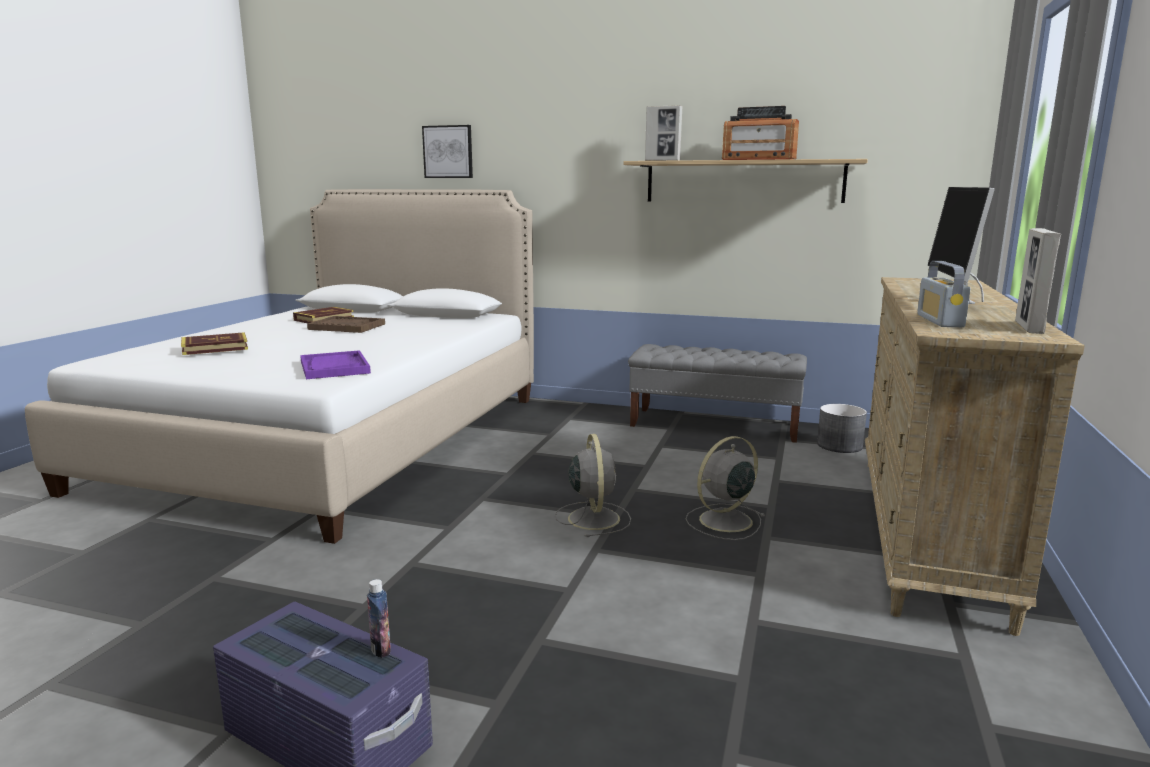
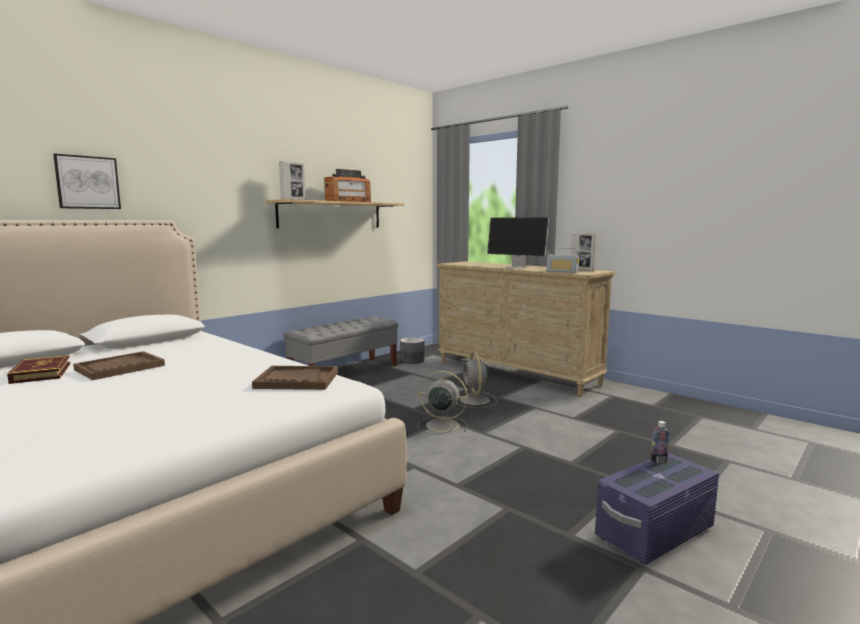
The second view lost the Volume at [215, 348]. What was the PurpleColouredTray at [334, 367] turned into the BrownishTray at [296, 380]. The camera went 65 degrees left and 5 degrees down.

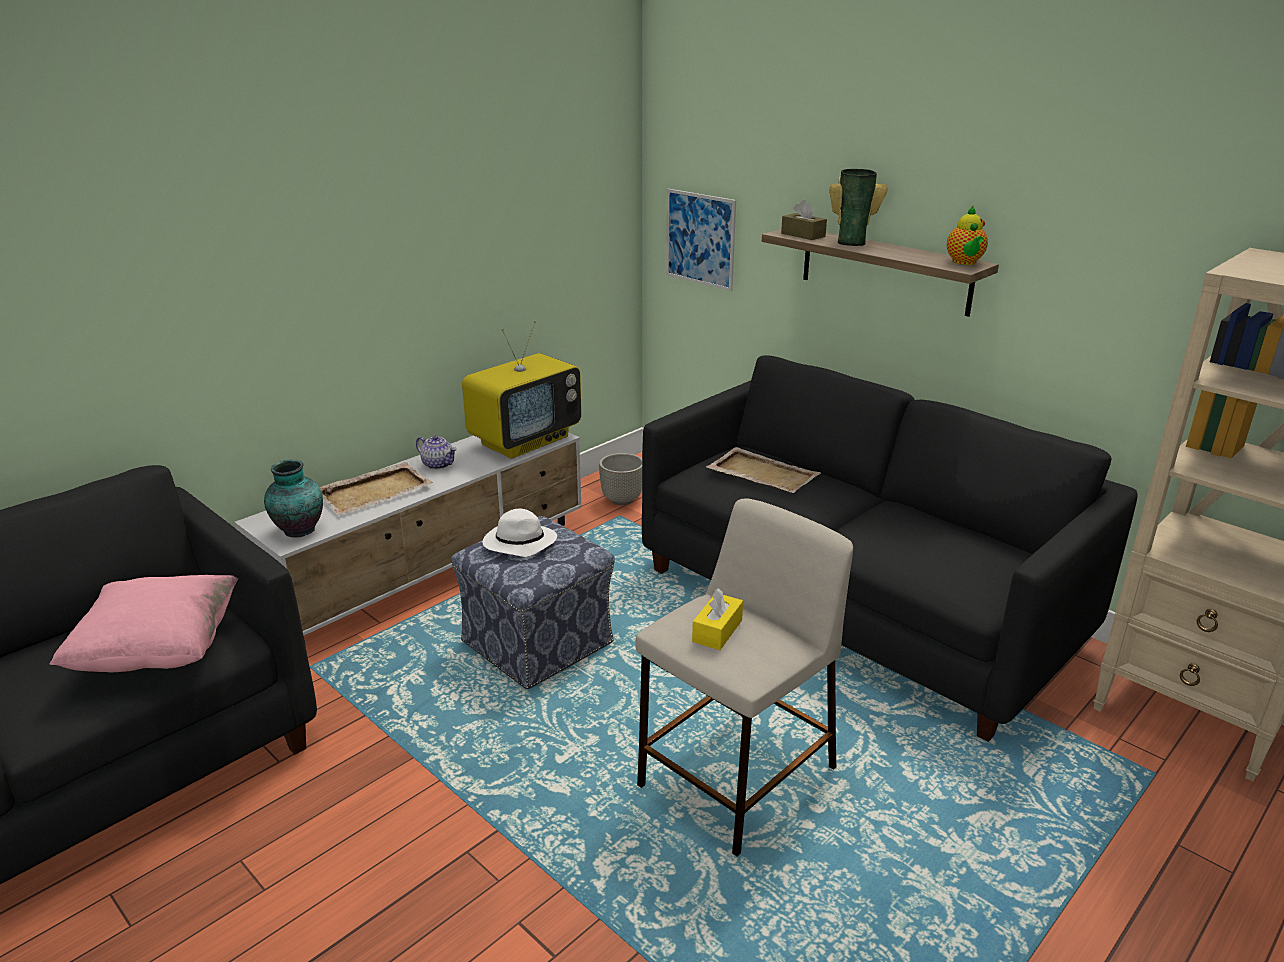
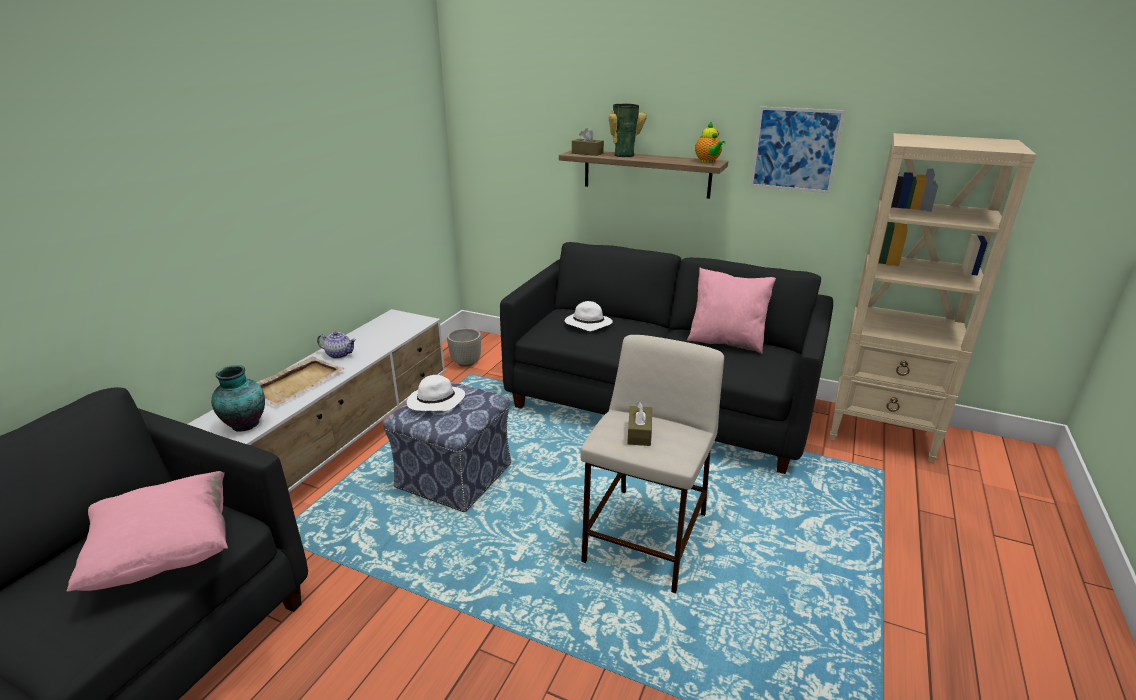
The second view lost the Tv at [525, 440]. The Picture ended up elsewhere, having gone from [700, 239] to [795, 150]. What was the YellowishTissueHolder at [717, 631] turned into the BrownishTissueHolder at [639, 433]. Where the BeigeTray stood at [762, 474], the WhiteHat came to stand at [587, 324]. The second view gained the PinkColouredThrowPillow at [726, 342]. The camera went 20 degrees left and 0 degrees up.

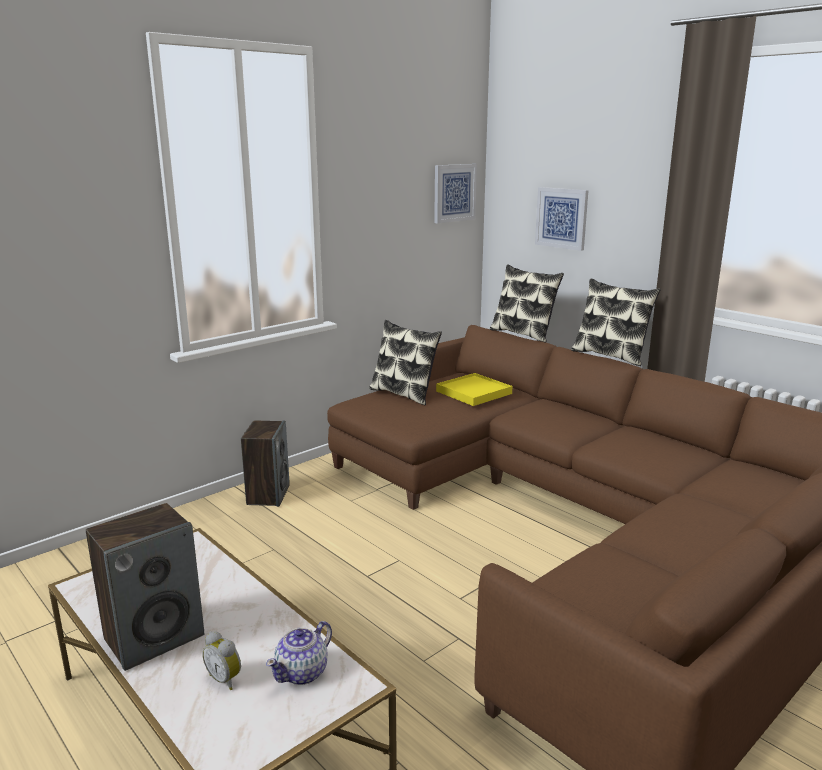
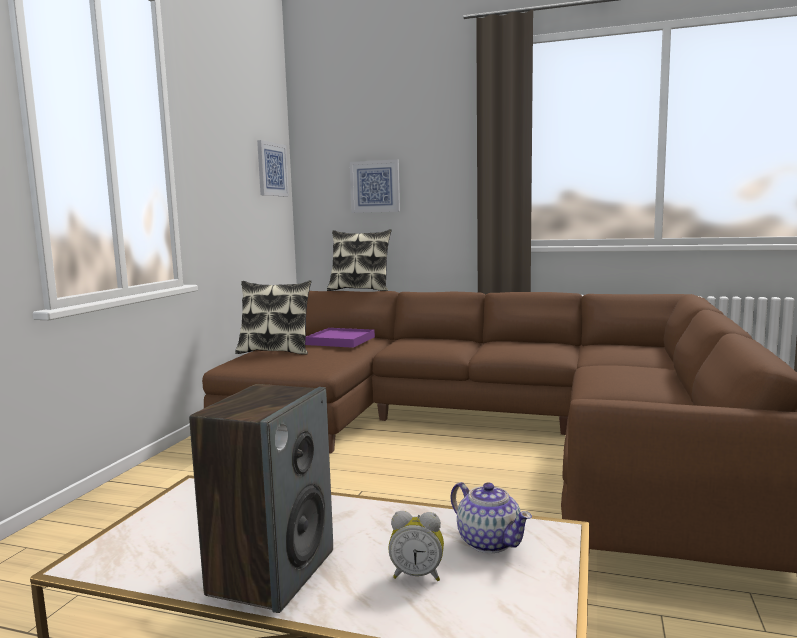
The second view lost the Speaker at [268, 495]. The Teapot at [302, 672] ended up facing another way, 45 degrees counterclockwise from before. What was the YellowishTray at [473, 392] turned into the PurpleColouredTray at [340, 341]. The second view lost the ThrowPillow at [610, 355]. The camera went 30 degrees left and 10 degrees down.

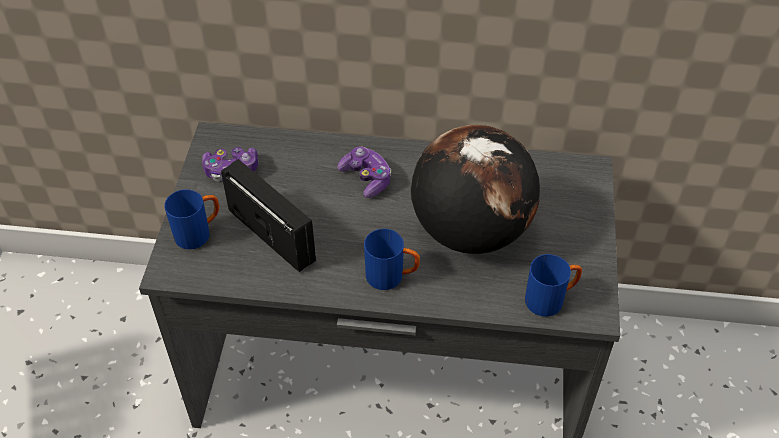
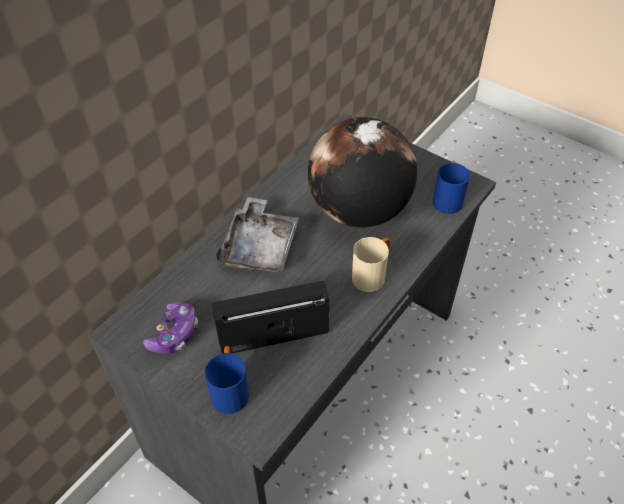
Where the GameController stood at [366, 178], the GrayTray came to stand at [260, 246]. What was the BluishTeaMug at [392, 277] turned into the BeigeTeaMug at [372, 275]. The camera went 60 degrees left and 0 degrees up.

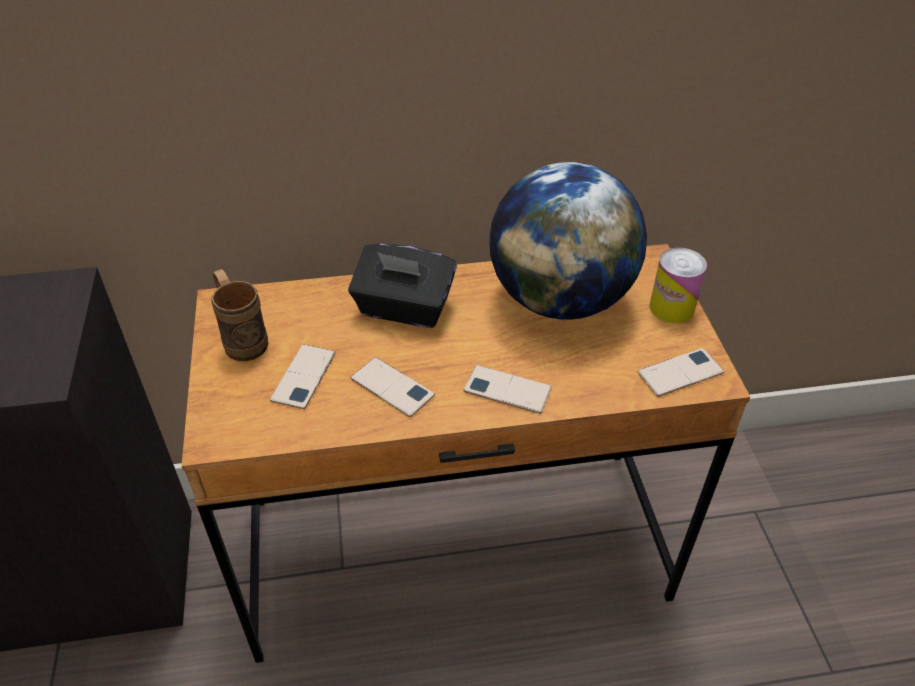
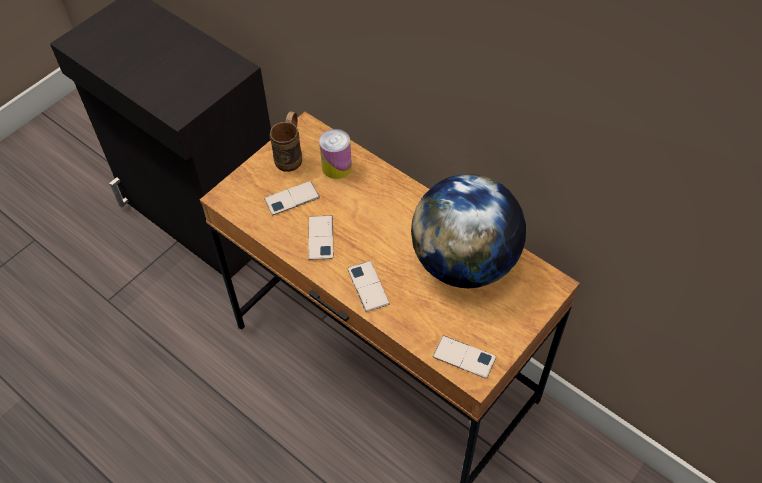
The second view lost the BlackTissueHolder at [404, 308]. The SealedCan ended up elsewhere, having gone from [671, 308] to [336, 167]. The camera went 50 degrees right and 10 degrees up.

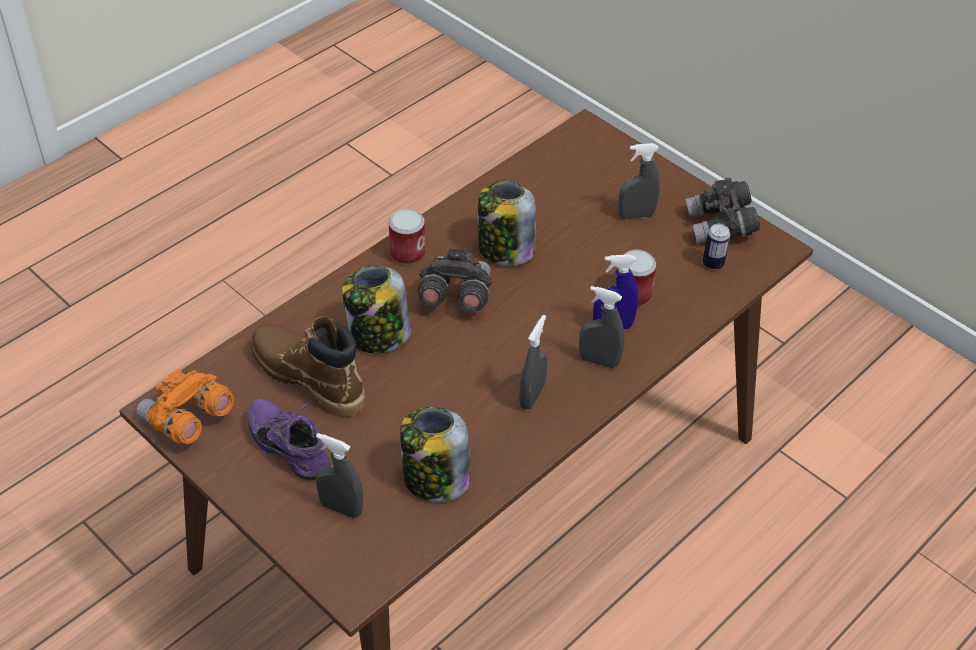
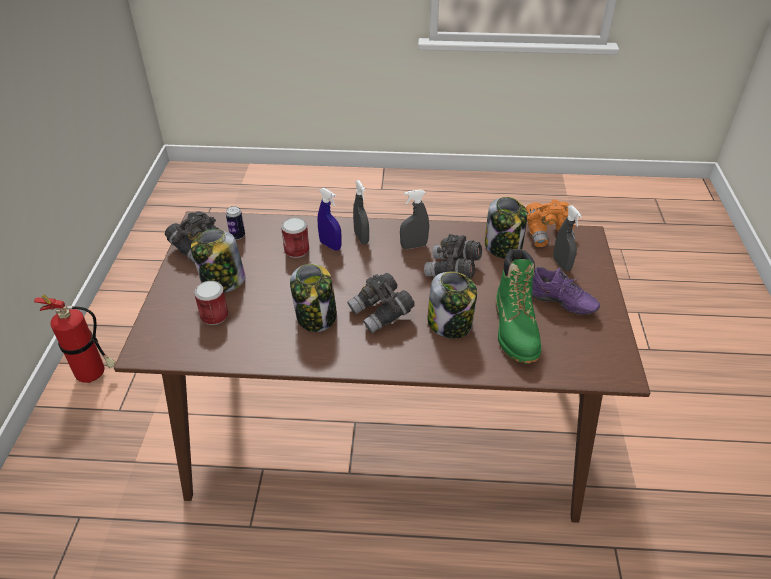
The OrangeyFieldGlasses ended up elsewhere, having gone from [187, 420] to [549, 234]. The PurpleColouredShoe at [292, 446] ended up facing another way, 60 degrees counterclockwise from before. What was the BrownishHighTopBoot at [308, 377] turned into the GreenHighTopBoot at [515, 330]. The SealedCan ended up elsewhere, having gone from [407, 253] to [214, 316]. Where the GrayHandSprayer stood at [636, 215], the PreserveJar came to stand at [222, 282]. The second view gained the FireExtinguisher at [95, 375]. The second view gained the GrayFieldGlasses at [452, 271]. The camera went 130 degrees left and 5 degrees down.

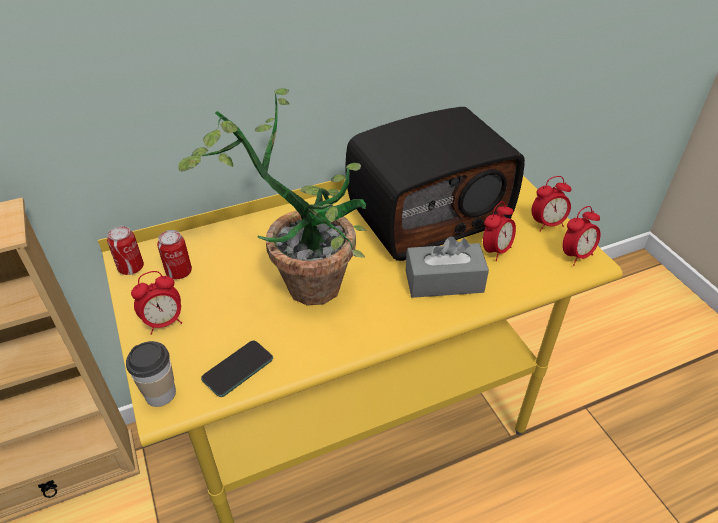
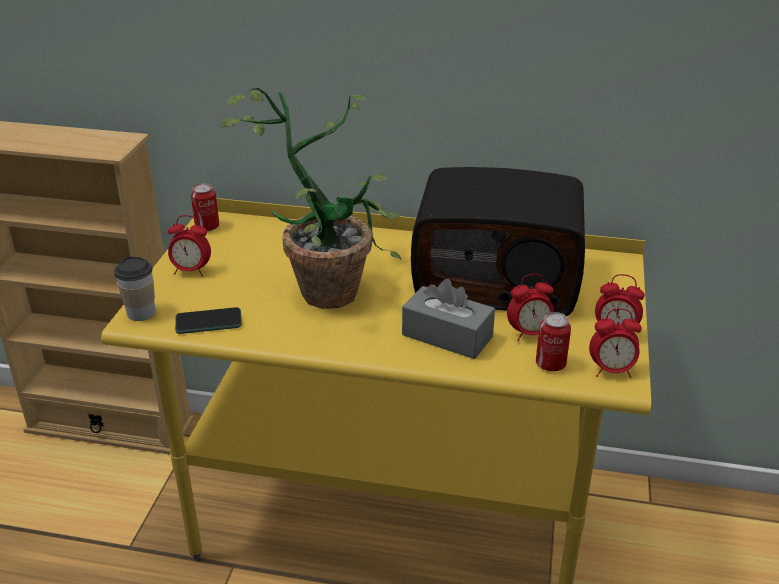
The SealedCan ended up elsewhere, having gone from [179, 272] to [550, 364]. The camera went 35 degrees right and 10 degrees down.

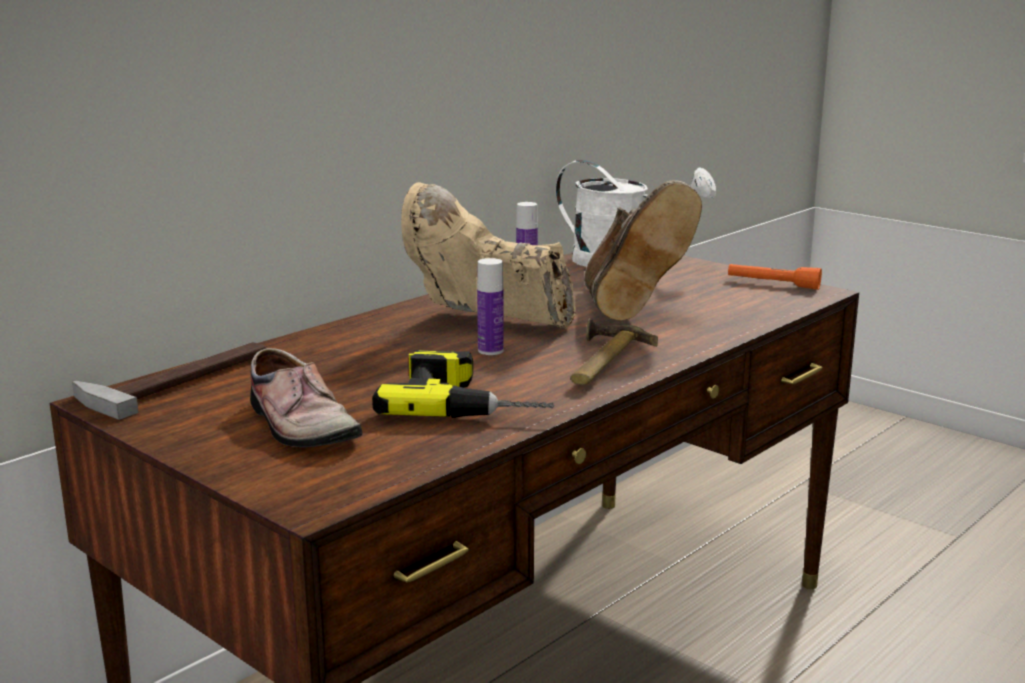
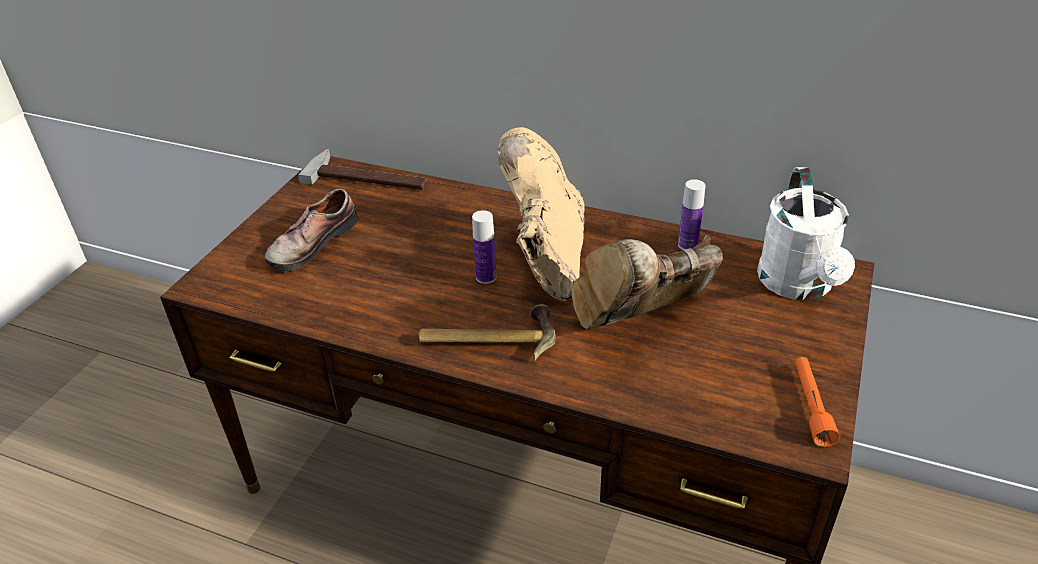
The second view lost the ElectricDrill at [470, 401]. The camera went 70 degrees right and 20 degrees up.

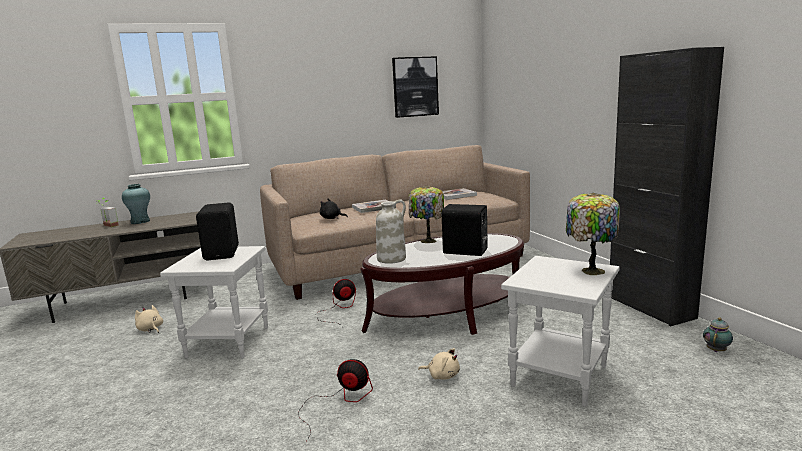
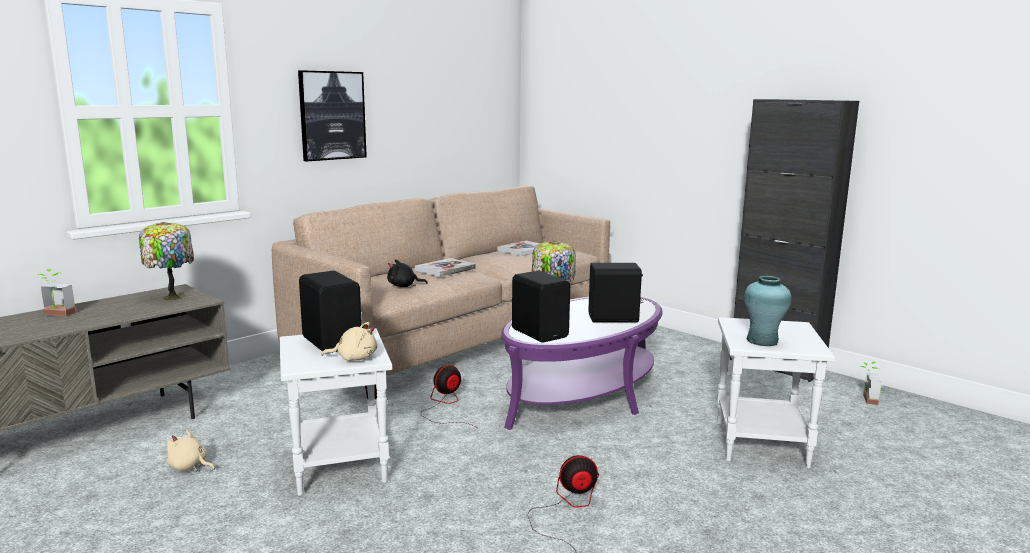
The TurquoiseDecorativeVase ended up elsewhere, having gone from [140, 221] to [762, 341]. What was the BrownishLowTable at [447, 312] turned into the PurpleColouredLowTable at [583, 394]. Where the WhiteDecorativeVase stood at [392, 259], the BlackSpeaker came to stand at [540, 333]. The Picture ended up elsewhere, having gone from [415, 87] to [332, 115]. The BeigePlushToy ended up elsewhere, having gone from [442, 375] to [354, 358]. The TabletopLamp ended up elsewhere, having gone from [591, 270] to [172, 297]. Where the Teapot stood at [716, 350], the PlantInAPot came to stand at [865, 399]. The camera went 25 degrees left and 0 degrees up.

